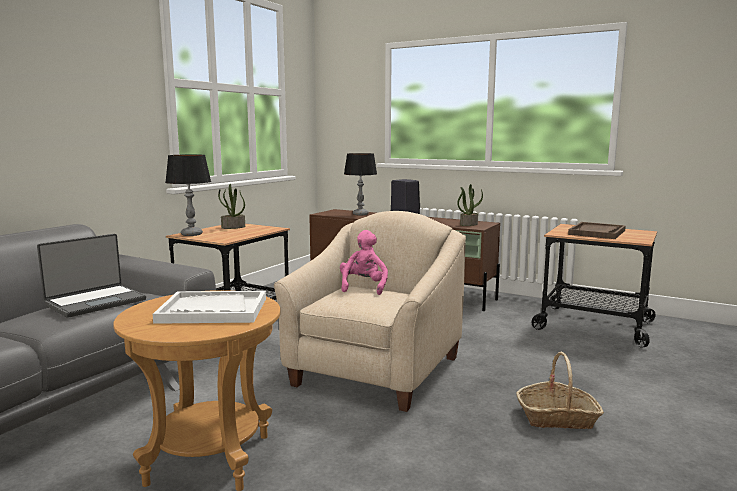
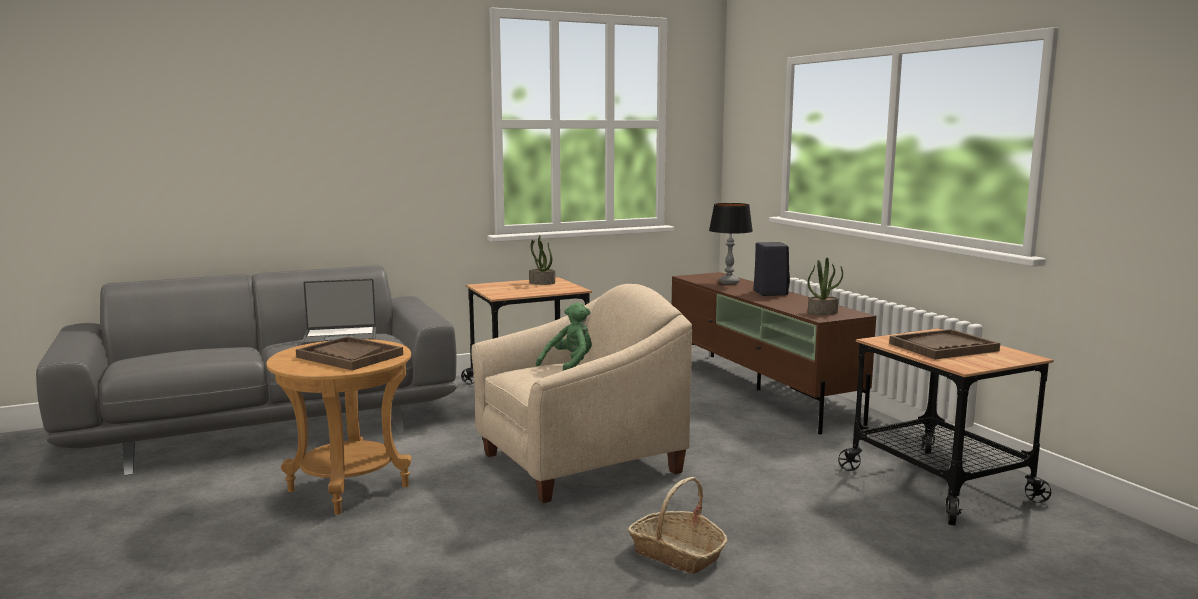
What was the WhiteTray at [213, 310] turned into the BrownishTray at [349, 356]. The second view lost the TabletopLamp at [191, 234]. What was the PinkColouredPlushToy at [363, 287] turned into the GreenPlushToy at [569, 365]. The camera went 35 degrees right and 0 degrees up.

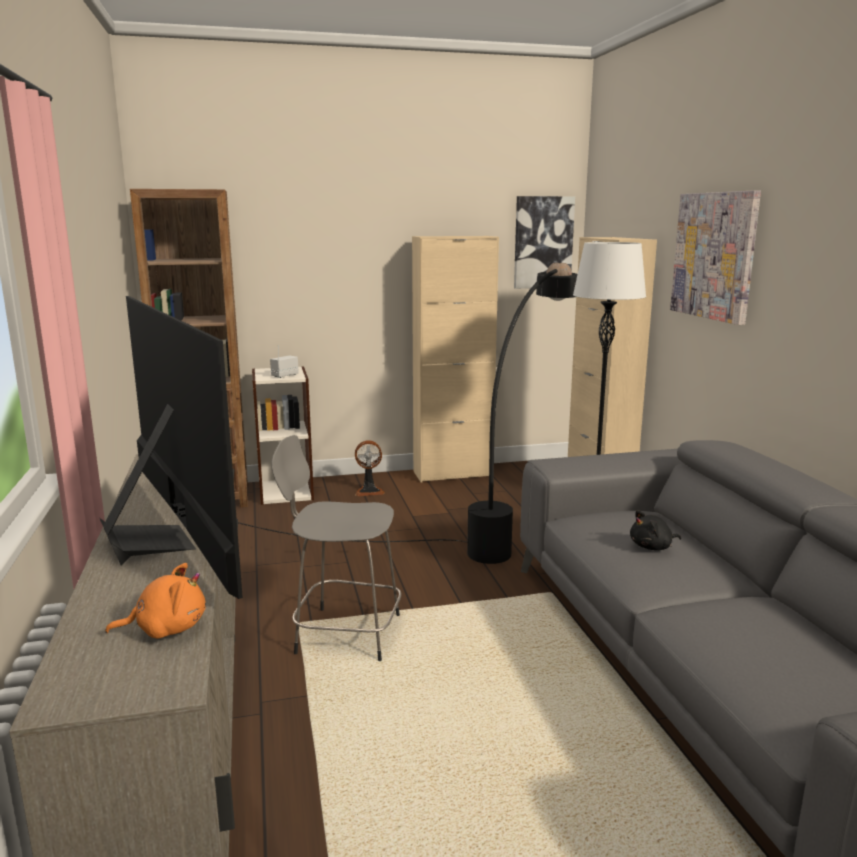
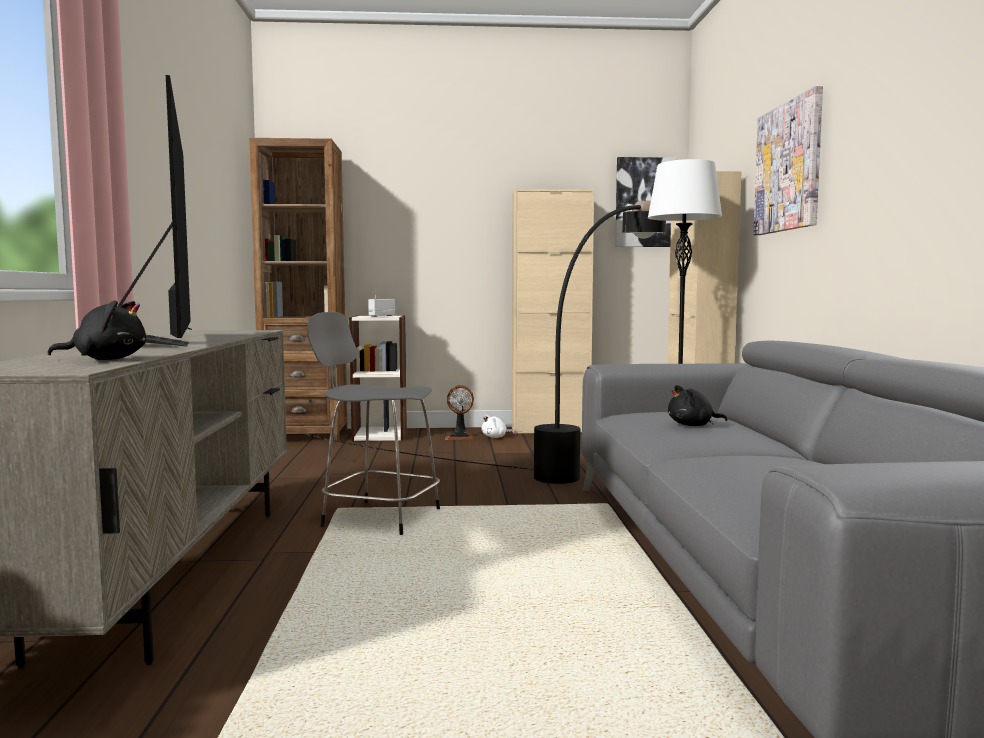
What was the OrangeyPlushToy at [166, 629] turned into the BlackPlushToy at [106, 359]. The second view gained the WhitePlushToy at [495, 437]. The camera went 10 degrees right and 10 degrees down.

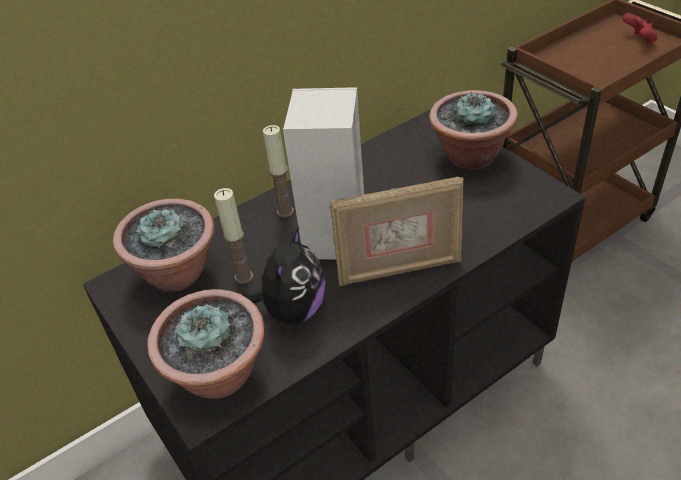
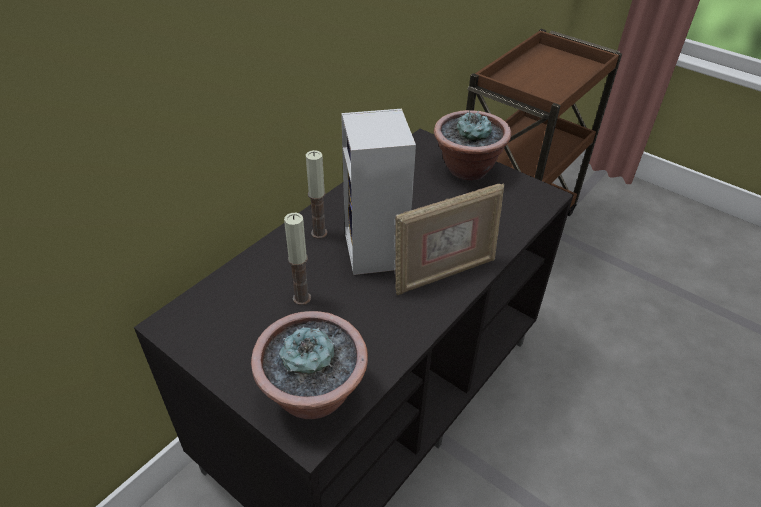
The second view lost the PlantInAPot at [178, 273]. The second view lost the PlushToy at [293, 310]. The second view lost the ReddishGameController at [638, 40]. The camera went 20 degrees left and 0 degrees up.

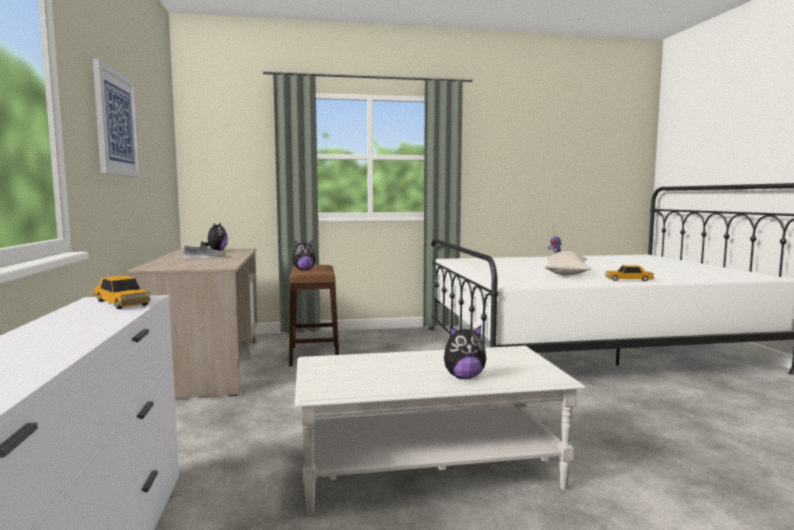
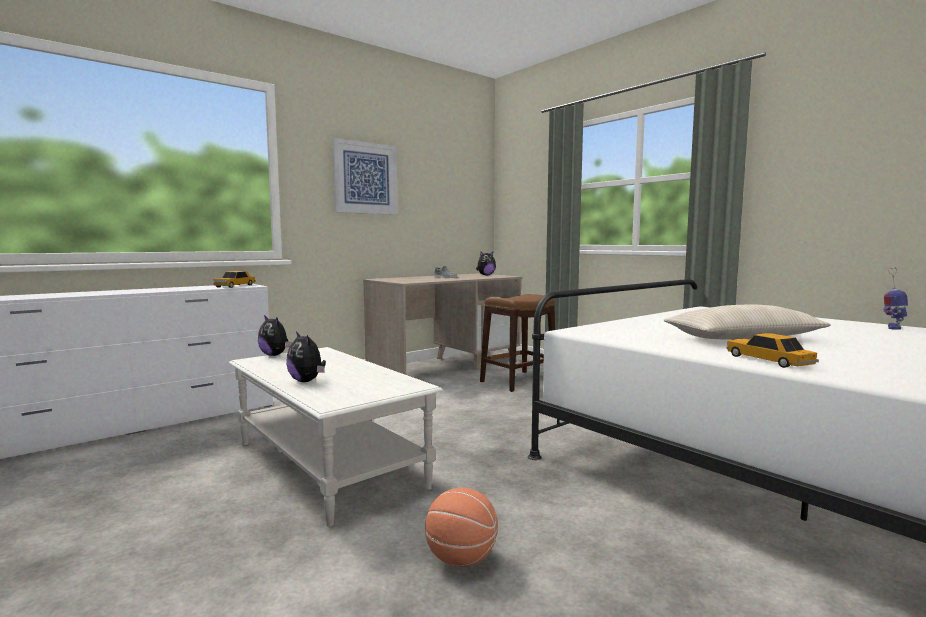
The PlushToy ended up elsewhere, having gone from [304, 269] to [275, 355]. The second view gained the BasketballBall at [461, 559]. The camera went 60 degrees right and 0 degrees up.

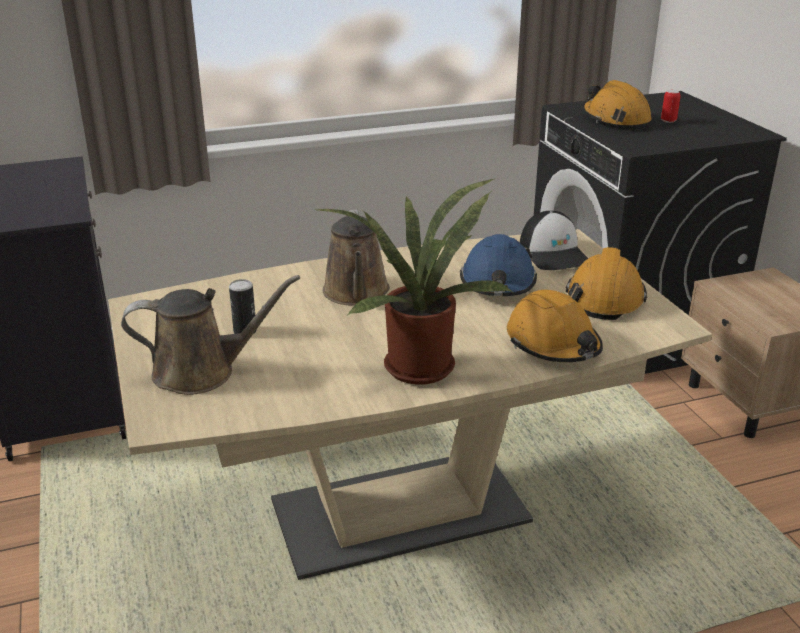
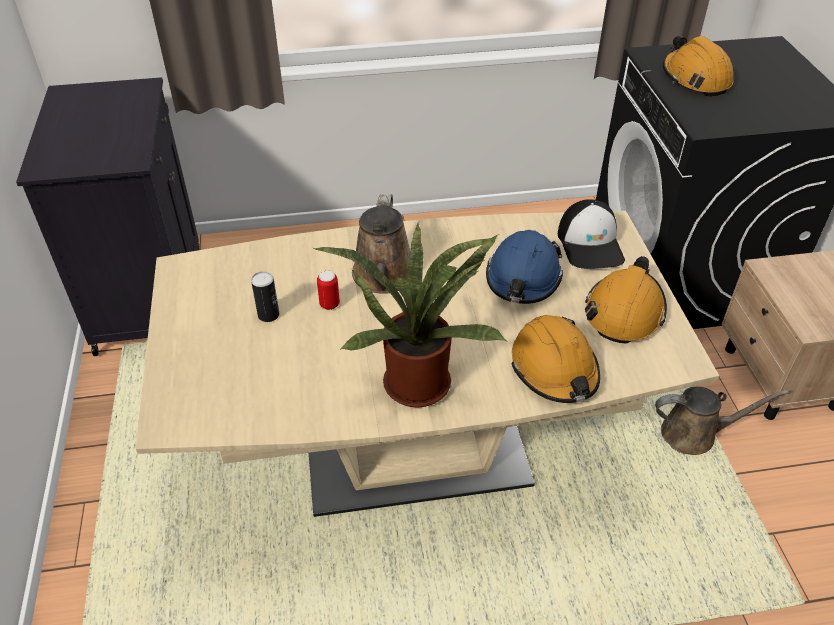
The BrownishWateringCan ended up elsewhere, having gone from [202, 372] to [694, 434]. The SealedCan ended up elsewhere, having gone from [668, 121] to [329, 304]. The camera went 10 degrees right and 15 degrees up.

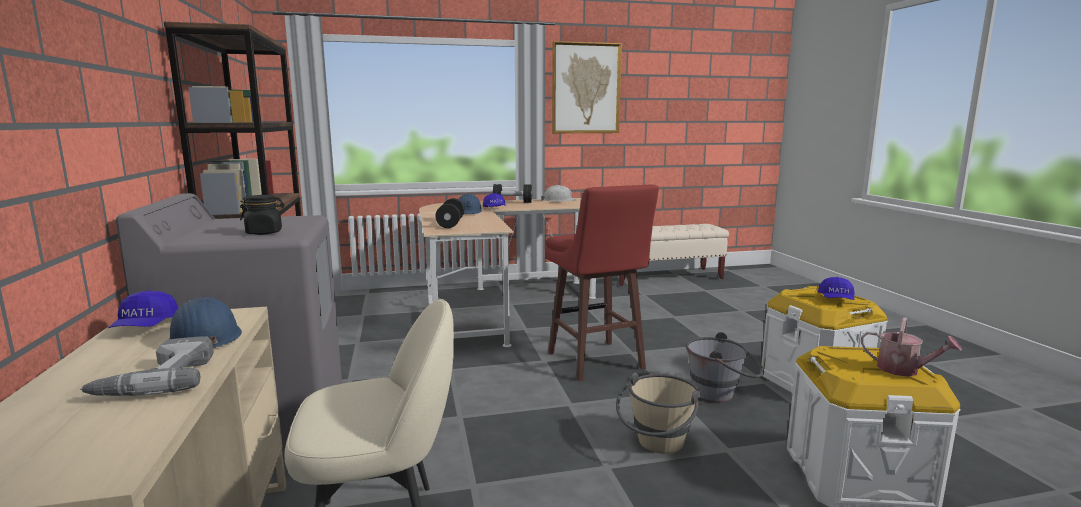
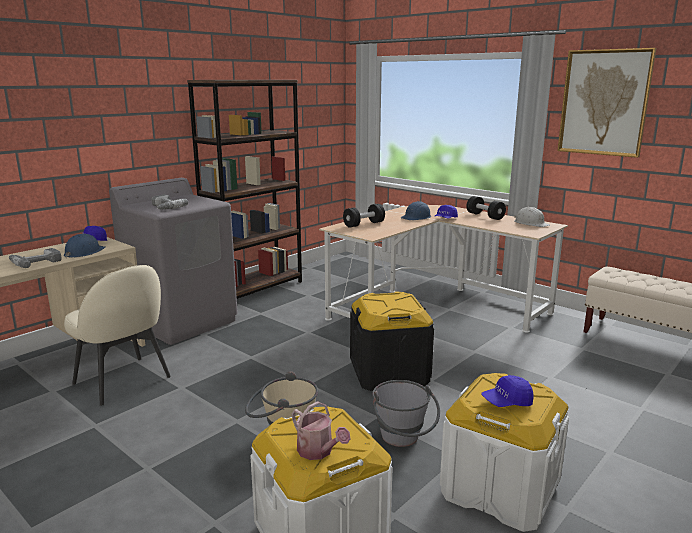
Where the BlackPreserveJar stood at [264, 232], the ElectricDrill came to stand at [164, 207]. Where the ReddishStoolSeat stood at [596, 362], the BlackStorageContainer came to stand at [389, 372]. The WateringCan at [904, 370] ended up facing another way, 45 degrees counterclockwise from before. The camera went 55 degrees right and 5 degrees up.

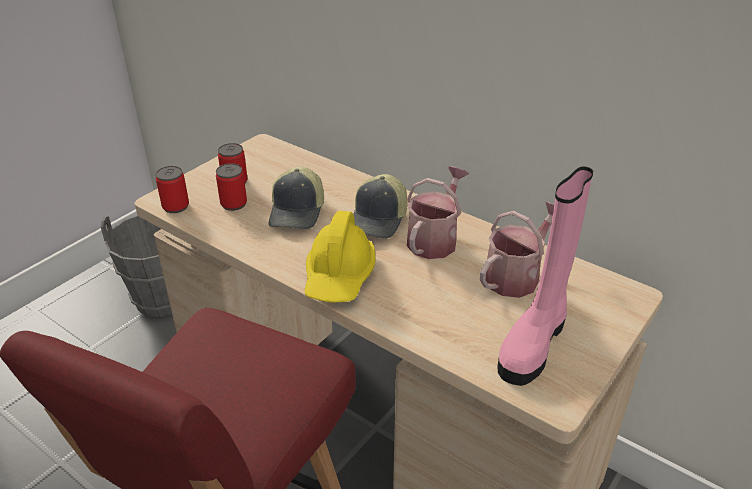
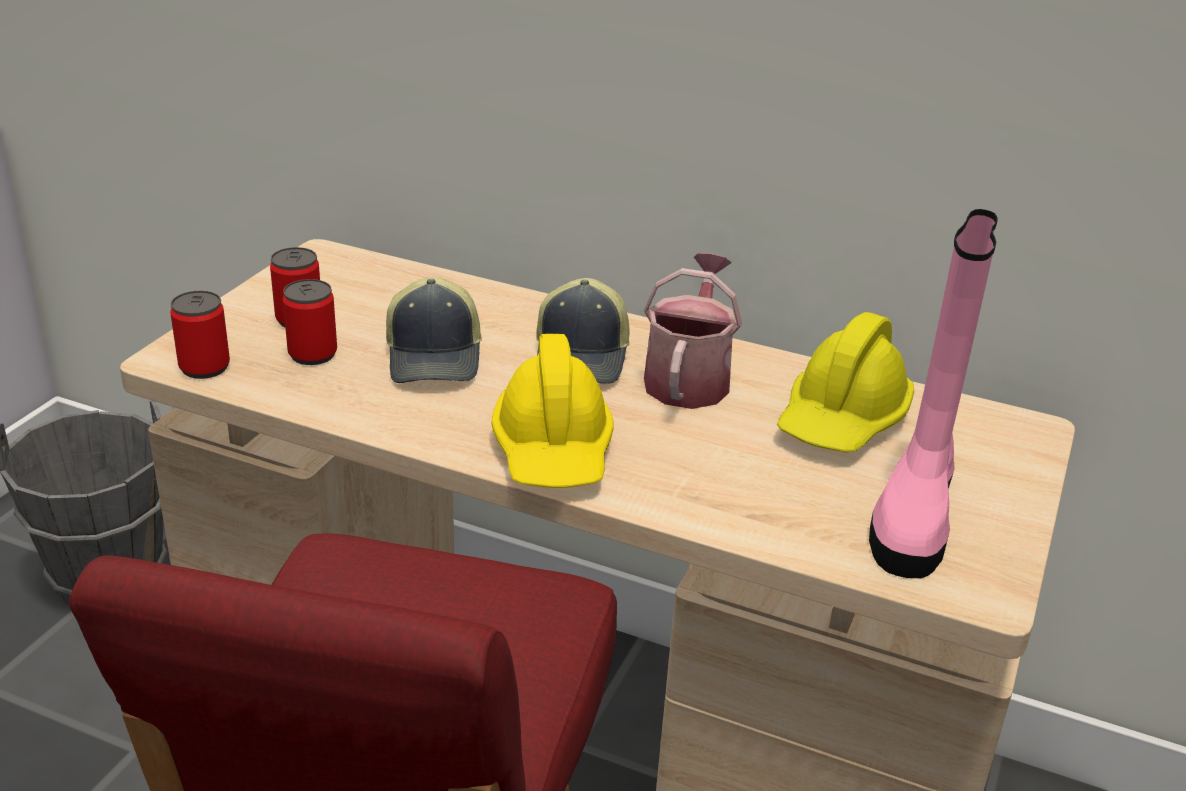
Where the WateringCan stood at [516, 275], the YellowishHardHat came to stand at [843, 419]. The camera went 15 degrees left and 5 degrees down.

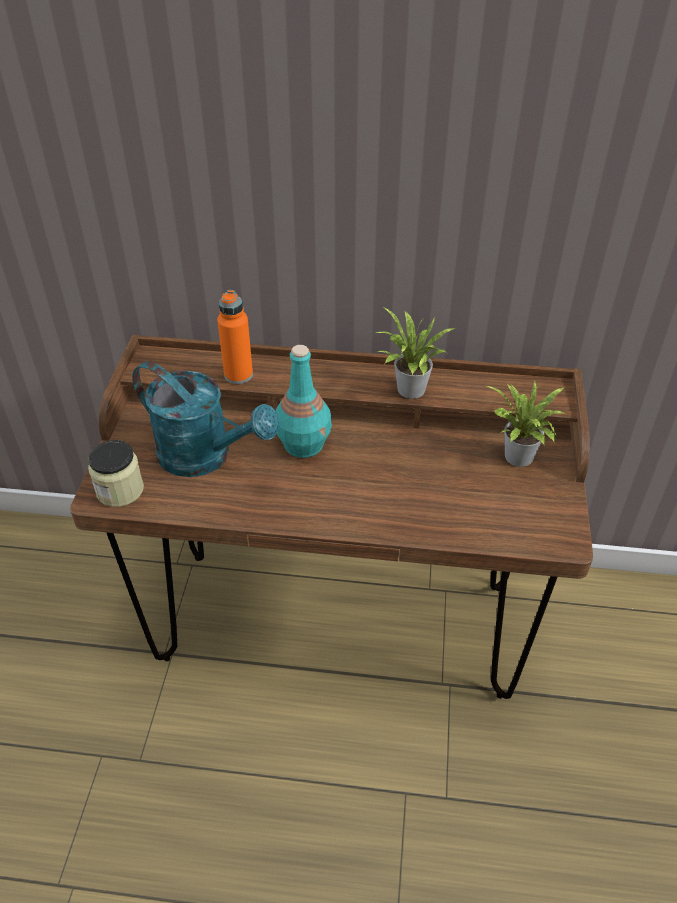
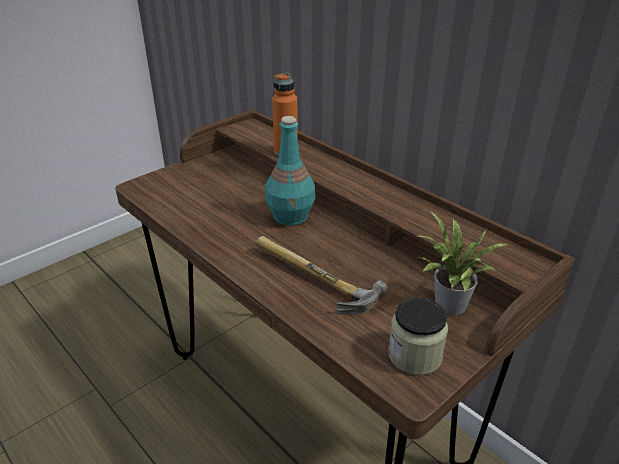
The PreserveJar ended up elsewhere, having gone from [120, 490] to [415, 355]. The second view lost the TurquoiseWateringCan at [205, 457]. The second view lost the PlantInAPot at [409, 391]. The second view gained the ToolHammer at [309, 281]. The camera went 40 degrees right and 10 degrees down.

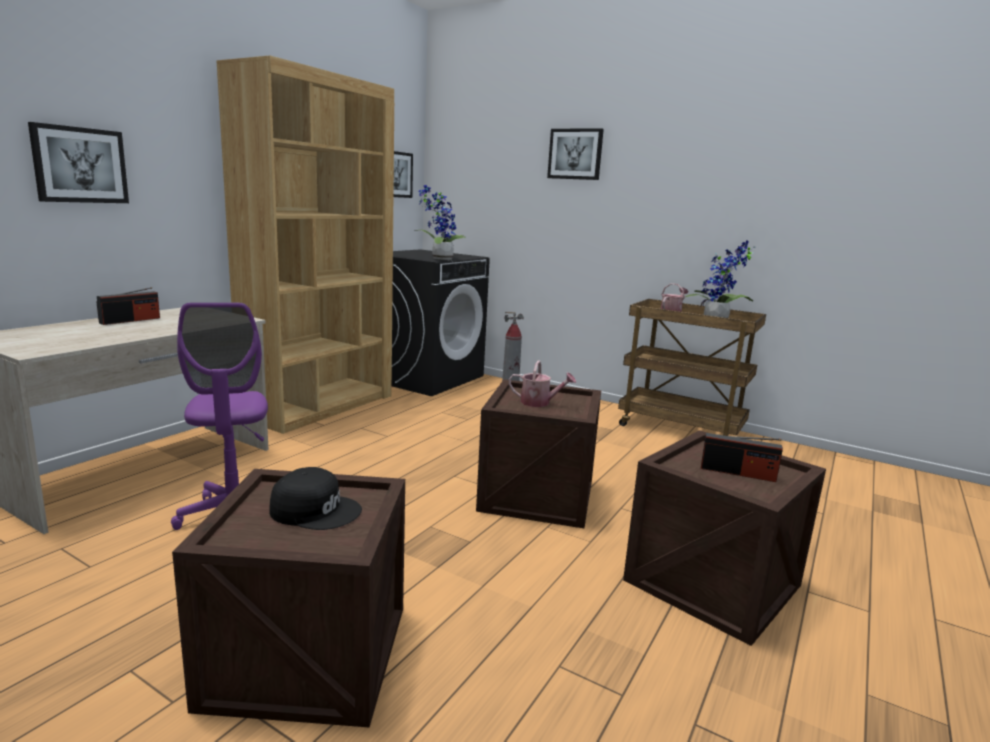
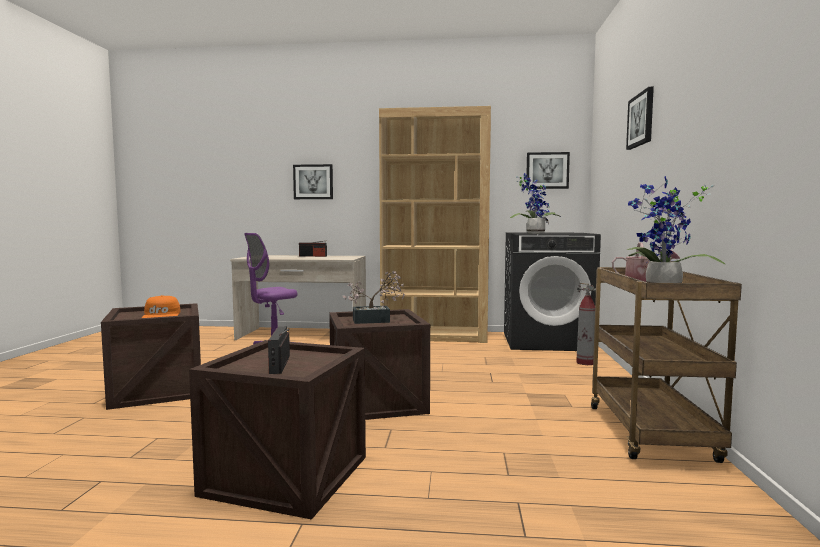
What was the BlackBaseballCap at [316, 510] turned into the OrangeyBaseballCap at [162, 315]. Where the WateringCan stood at [539, 403], the PlantInAPot came to stand at [376, 320]. The camera went 65 degrees right and 10 degrees down.

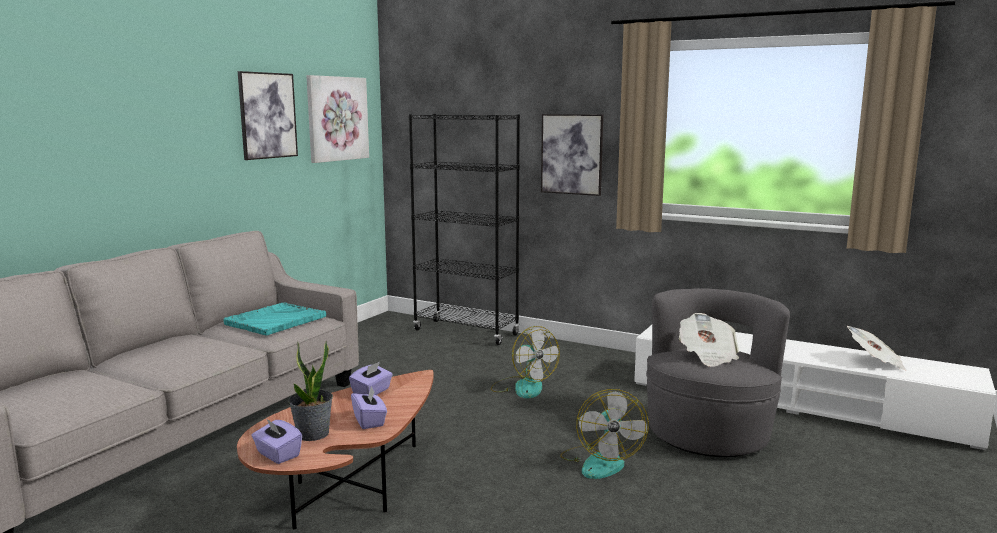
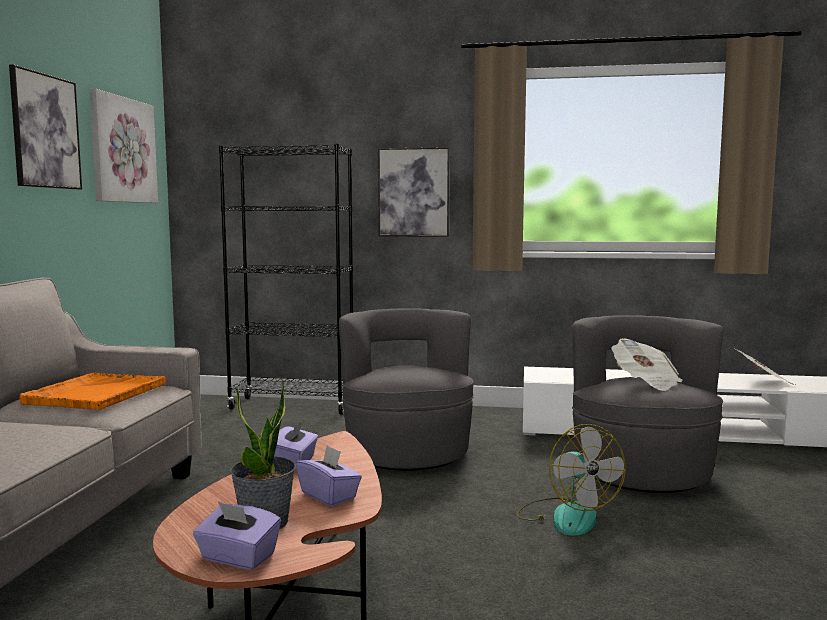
What was the TurquoiseTray at [275, 320] turned into the OrangeyTray at [95, 393]. Where the ElectricFan stood at [522, 387], the GrayLoungeChair came to stand at [407, 452]. The camera went 20 degrees left and 5 degrees down.

